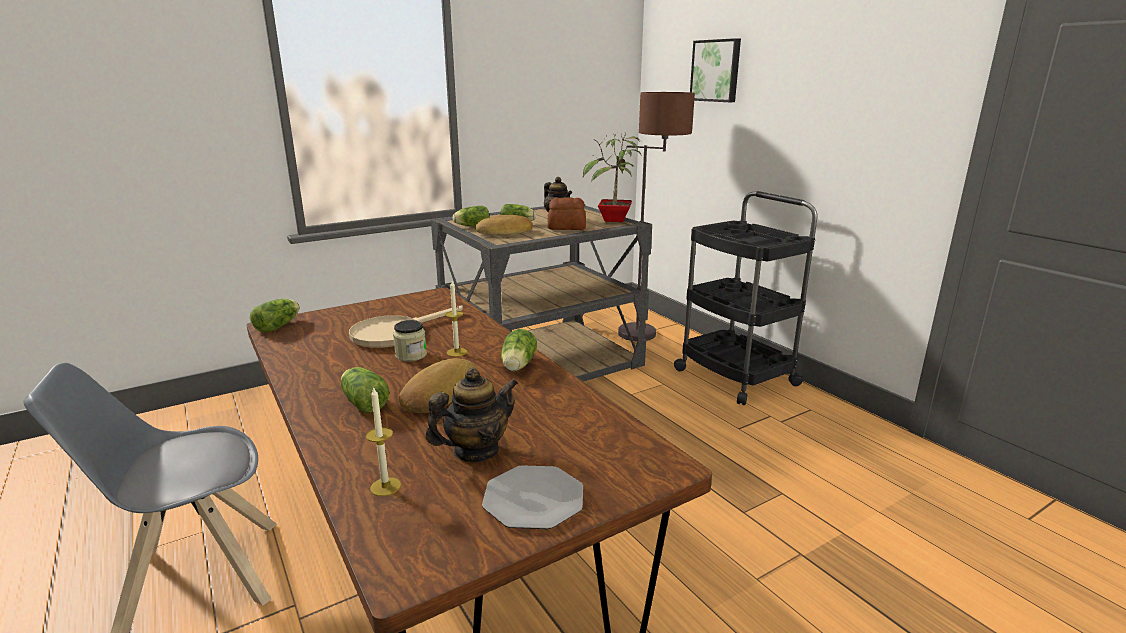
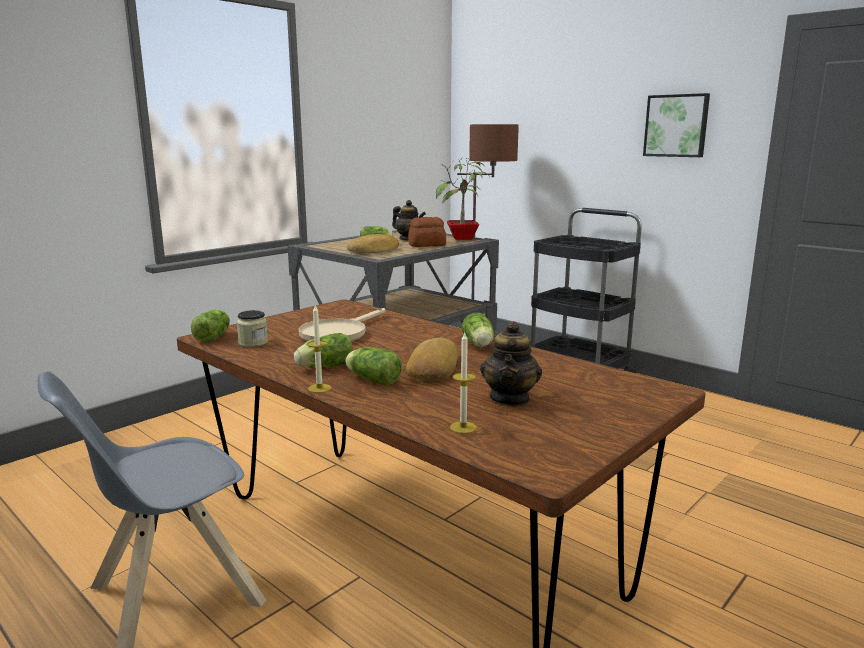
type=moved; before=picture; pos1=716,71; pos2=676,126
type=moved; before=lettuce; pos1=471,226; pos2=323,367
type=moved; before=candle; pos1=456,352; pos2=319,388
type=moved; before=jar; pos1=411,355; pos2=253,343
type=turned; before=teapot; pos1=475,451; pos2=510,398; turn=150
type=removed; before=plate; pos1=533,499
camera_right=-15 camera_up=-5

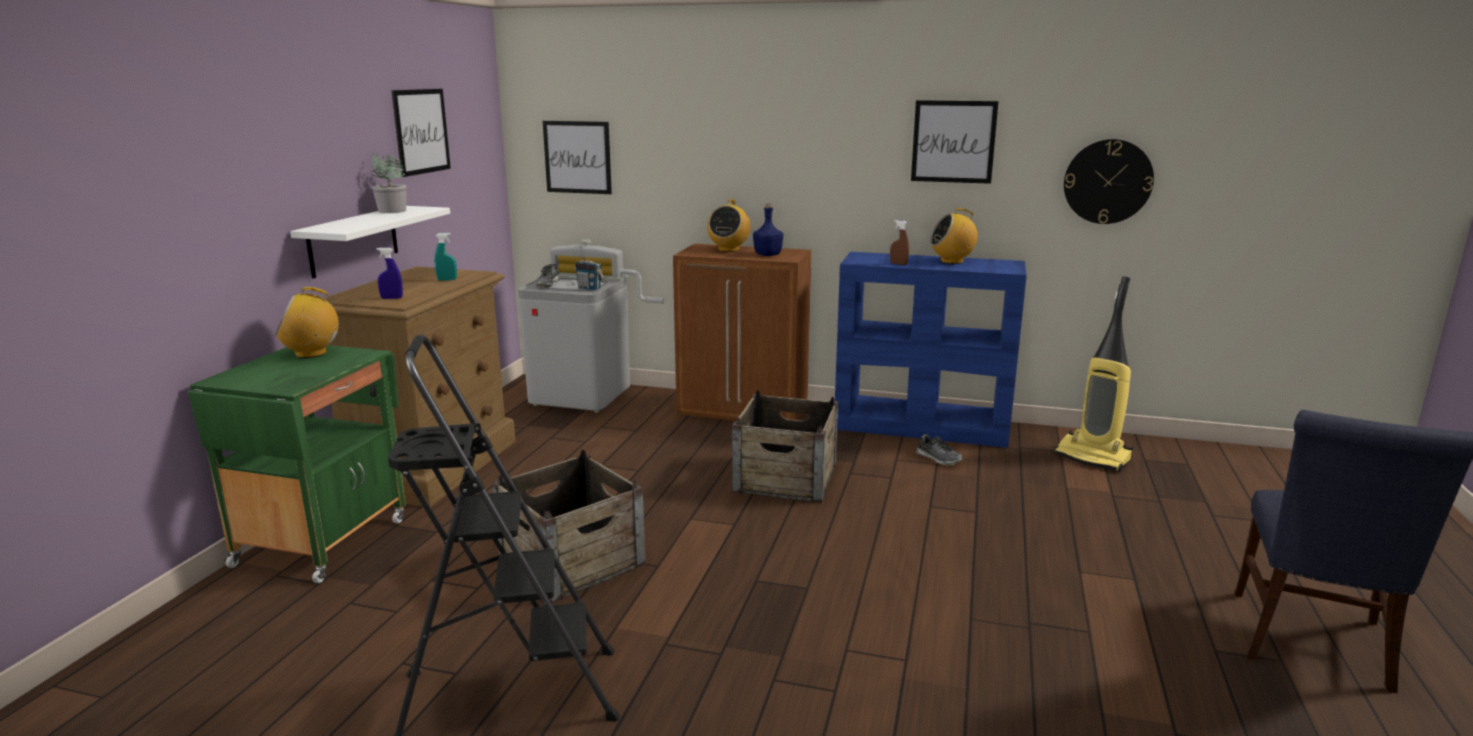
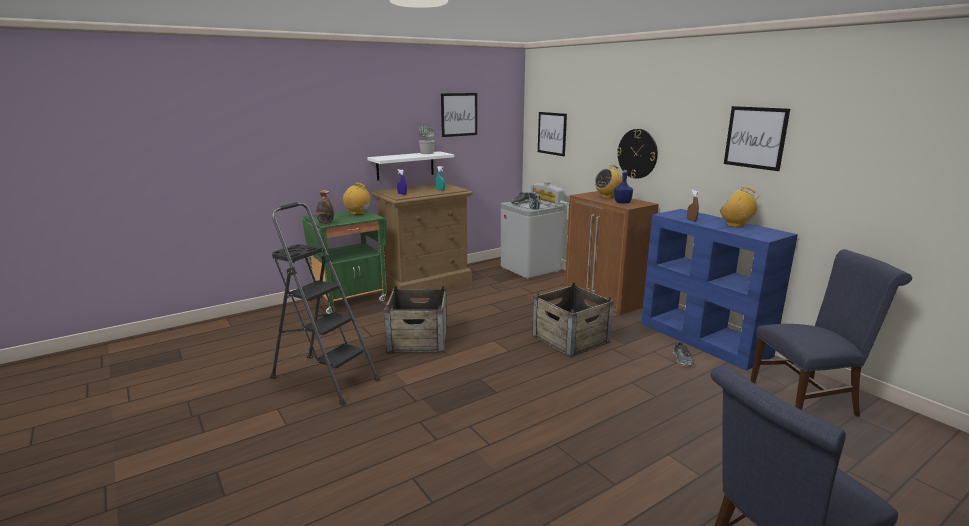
type=moved; before=wall clock; pos1=1107,181; pos2=637,153
type=replaced; before=vacuum cleaner; after=blue chair; pos1=1093,457; pos2=808,399
type=added; after=bottle; pos2=325,223
camera_right=40 camera_up=0

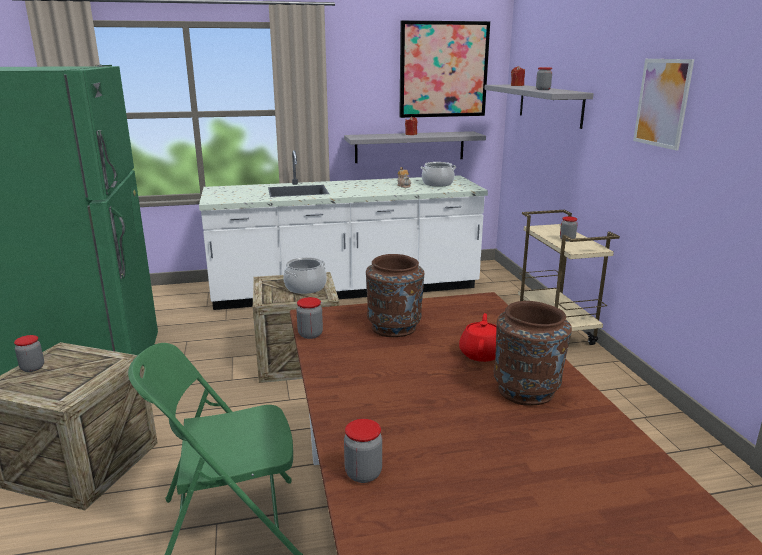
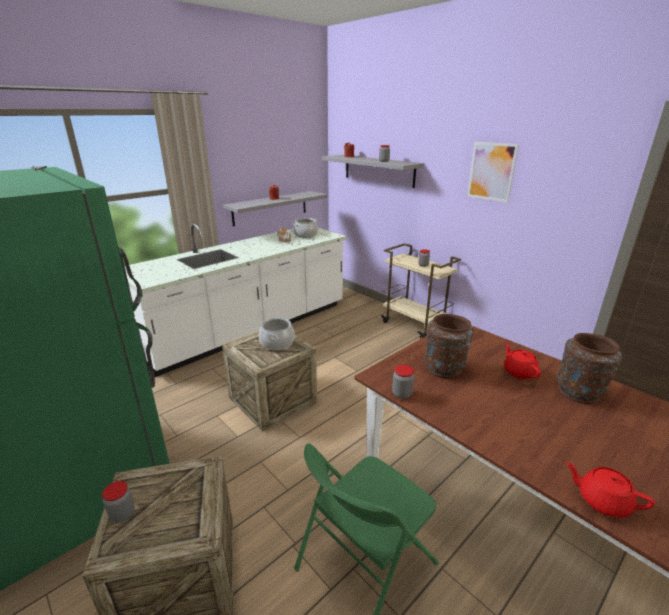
type=removed; before=picture; pos1=443,69
type=replaced; before=jar; after=red teapot; pos1=363,473; pos2=602,501
camera_right=-30 camera_up=5

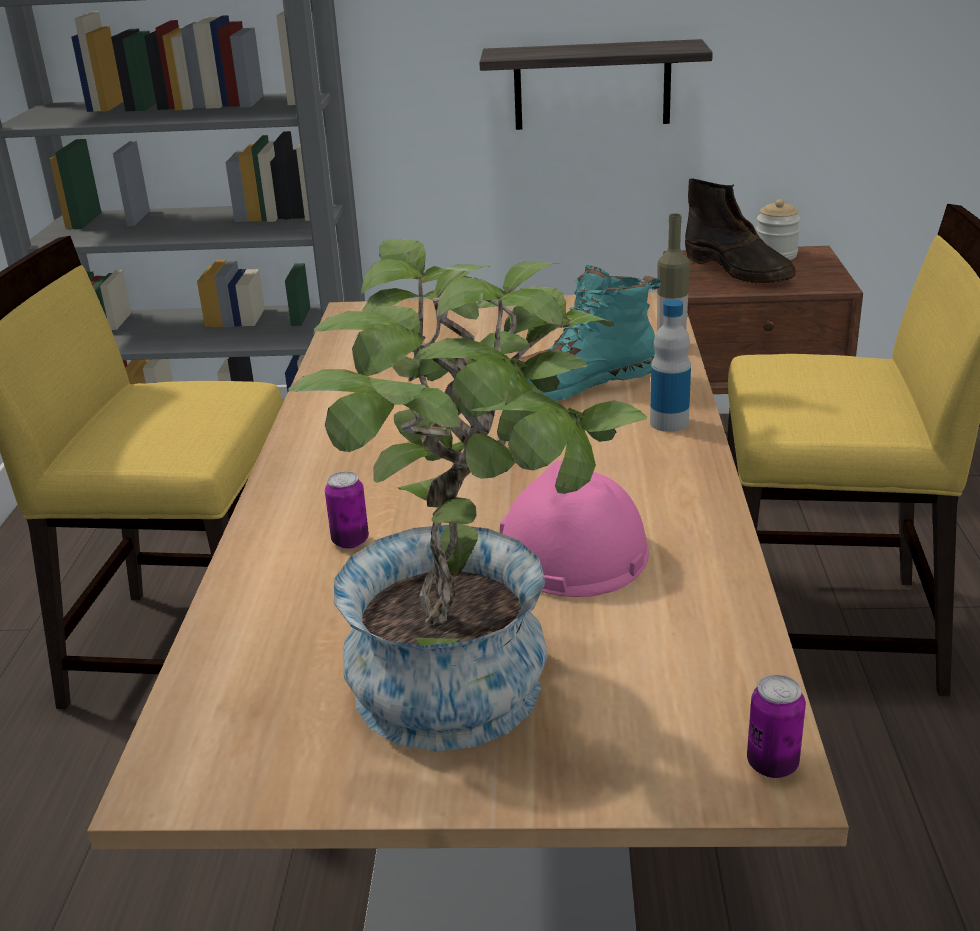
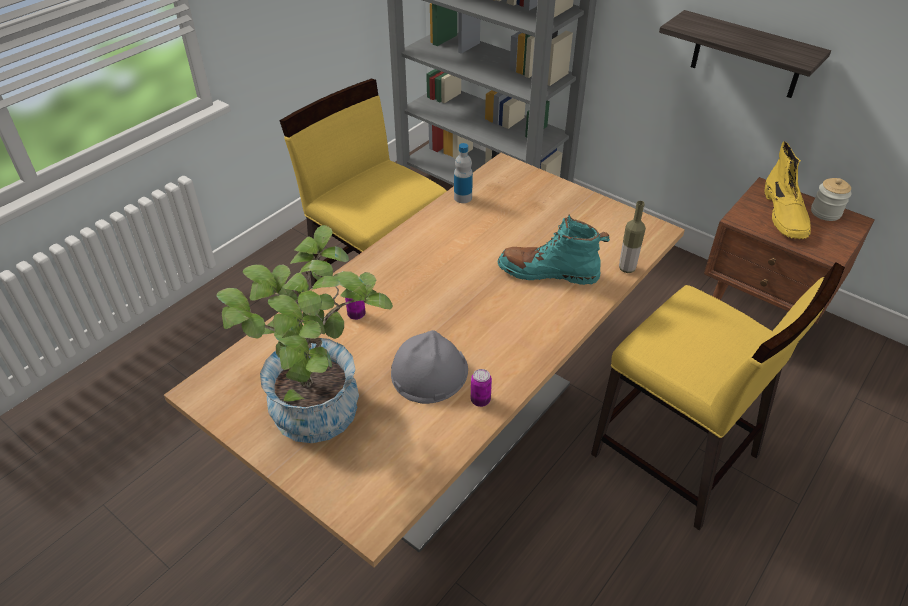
type=recoloured; before=brown boot; after=yellow boot; pos1=738,270; pos2=784,215
type=moved; before=bottle; pos1=669,423; pos2=463,197
type=recoloured; before=pink hard hat; after=grey hard hat; pos1=570,551; pos2=429,372
type=moved; before=can; pos1=772,764; pos2=480,400
camera_right=35 camera_up=15

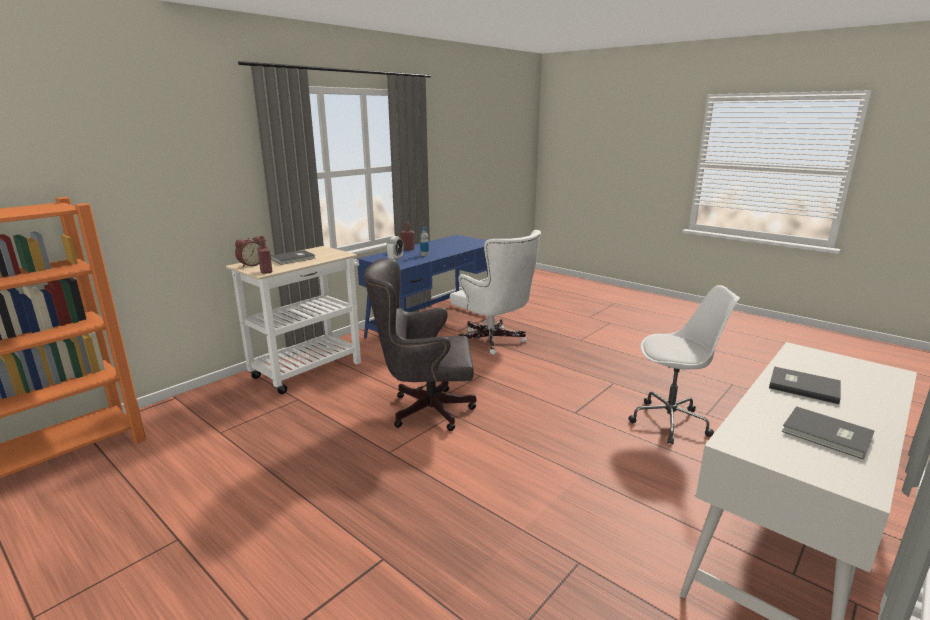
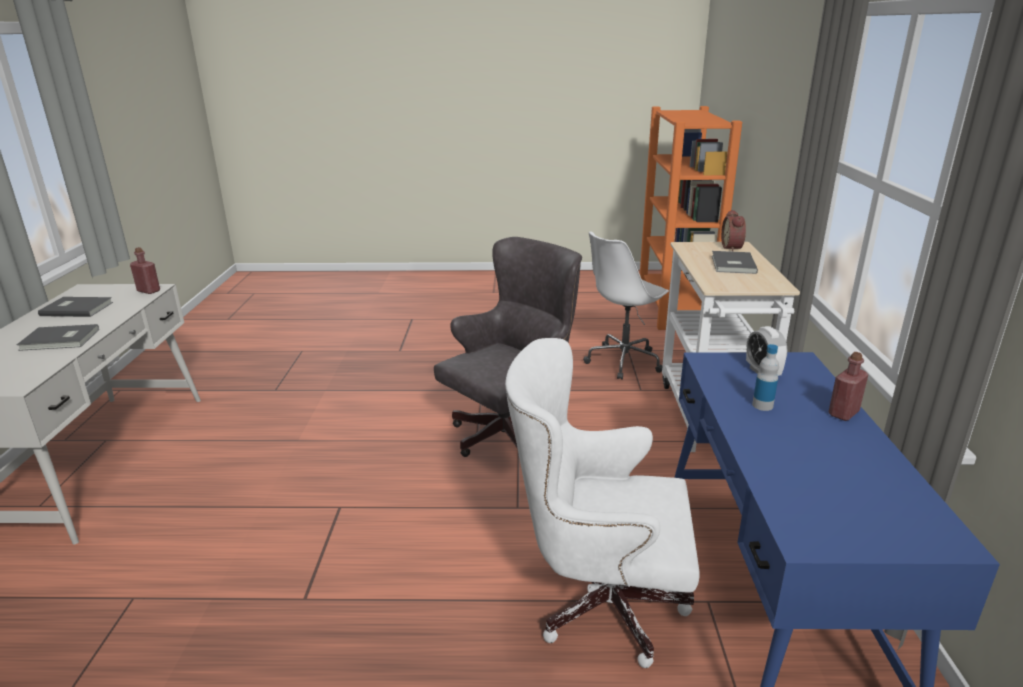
type=moved; before=red bottle; pos1=266,271; pos2=148,291
type=moved; before=white office chair; pos1=671,422; pos2=622,362
camera_right=140 camera_up=5

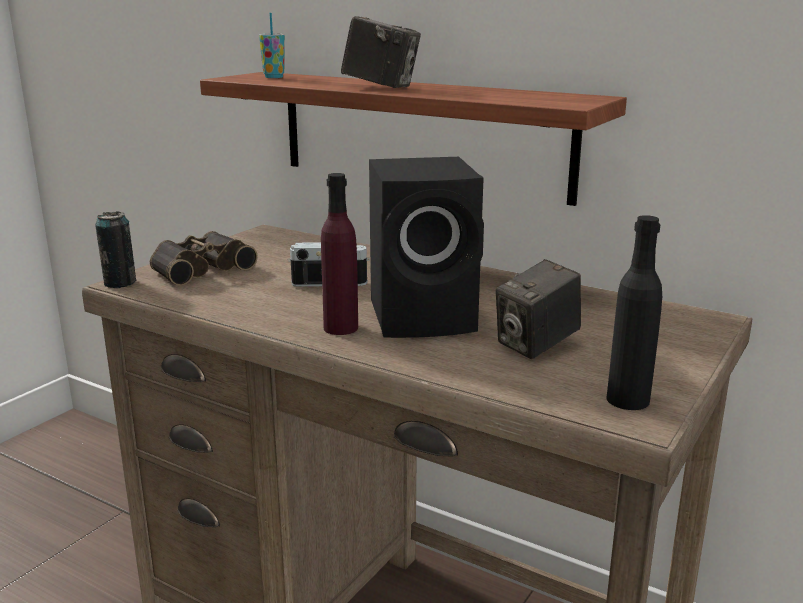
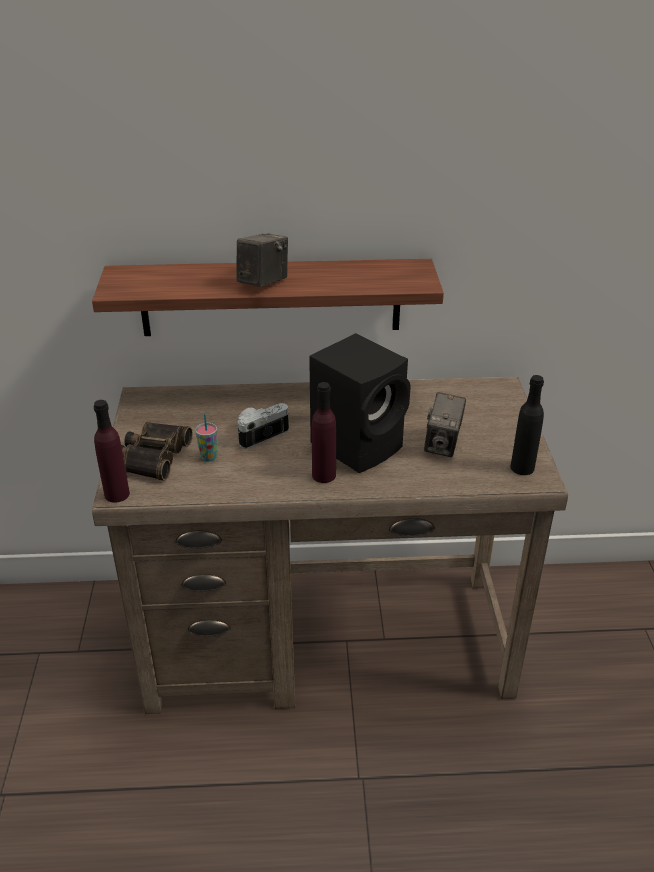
type=moved; before=cup; pos1=274,77; pos2=209,457
type=turned; before=photo camera; pos1=381,87; pos2=263,283; turn=-45
type=replaced; before=can; after=purple bottle; pos1=120,283; pos2=117,494
camera_right=-35 camera_up=15

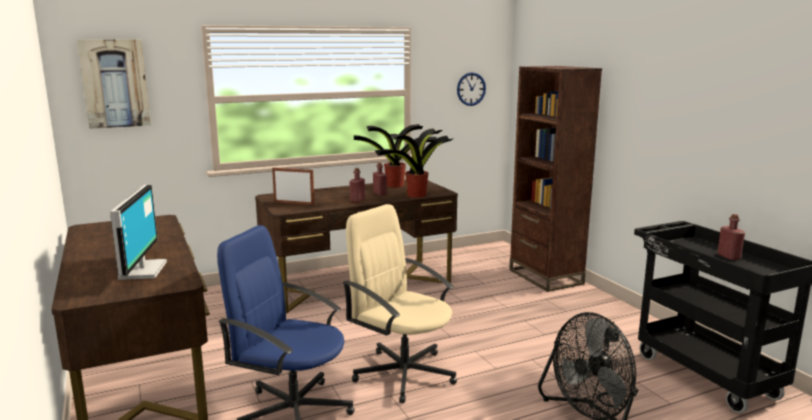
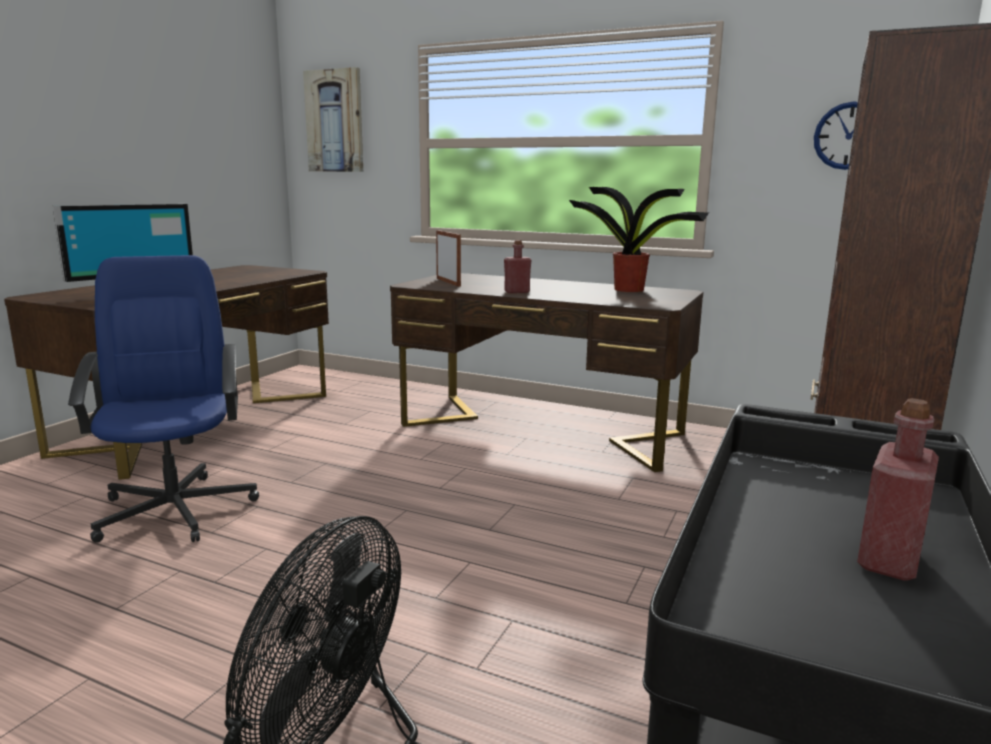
type=removed; before=potted plant; pos1=415,195
type=removed; before=red bottle; pos1=380,193
type=removed; before=beige office chair; pos1=403,373
camera_right=50 camera_up=0

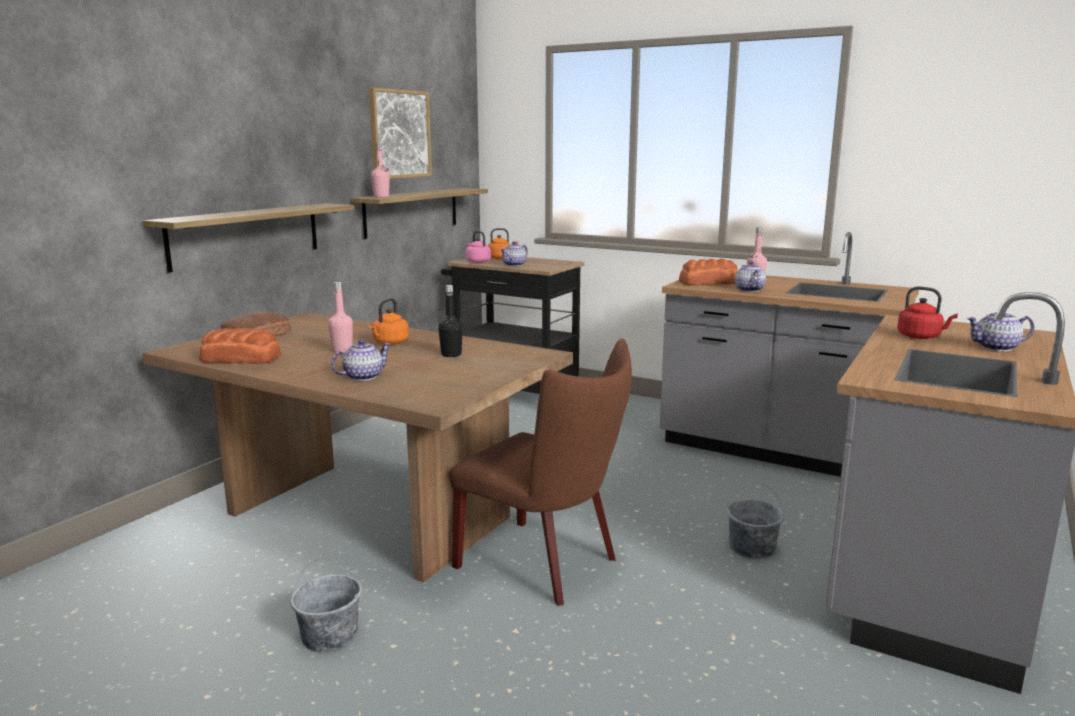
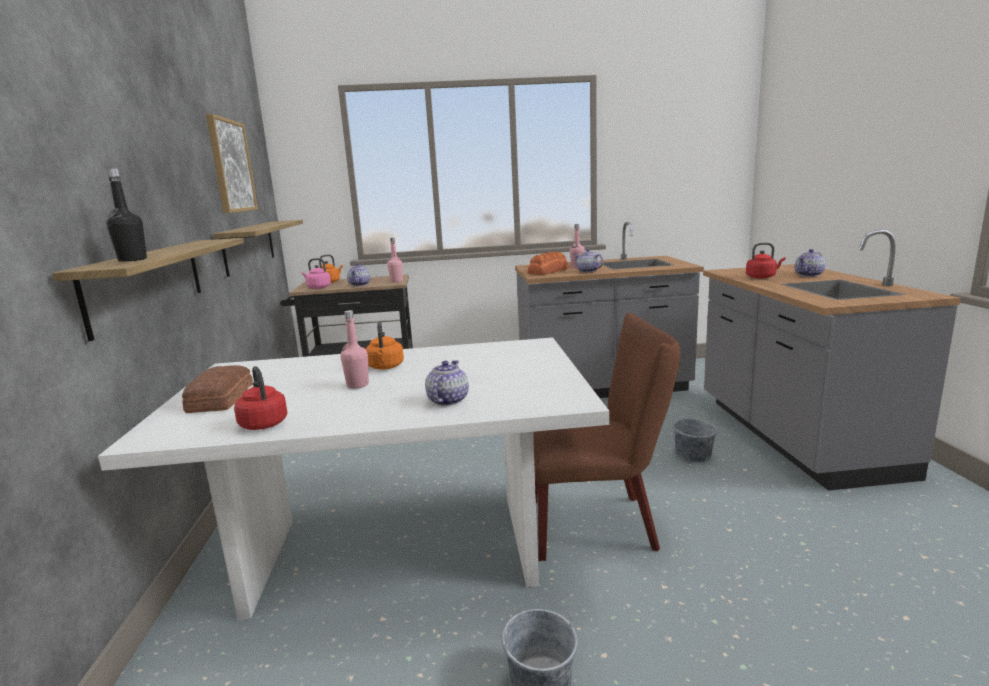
type=moved; before=pink bottle; pos1=381,197; pos2=396,281
type=moved; before=black bottle; pos1=451,355; pos2=132,260
type=recoloured; before=brown dining table; after=white dining table; pos1=366,516; pos2=395,552
type=replaced; before=bread; after=red kettle; pos1=240,358; pos2=263,423
camera_right=-35 camera_up=0

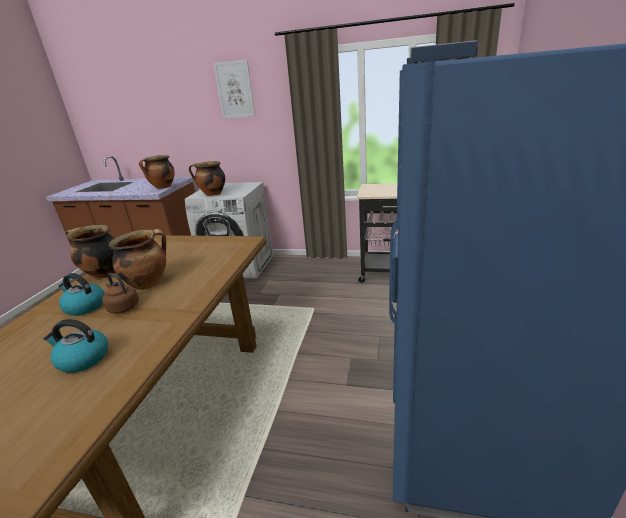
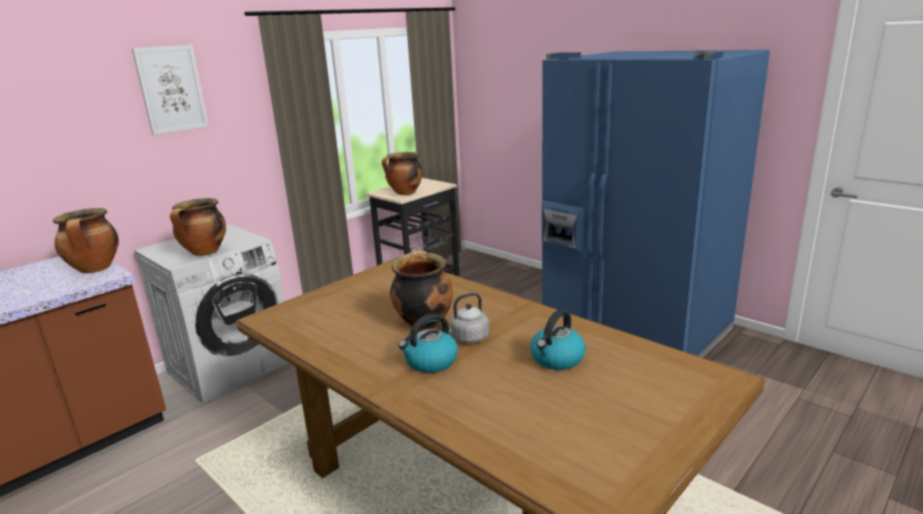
type=moved; before=cooking pot; pos1=103,274; pos2=405,193
type=recoloured; before=brown kettle; after=grey kettle; pos1=123,307; pos2=467,338
camera_right=-60 camera_up=-5

